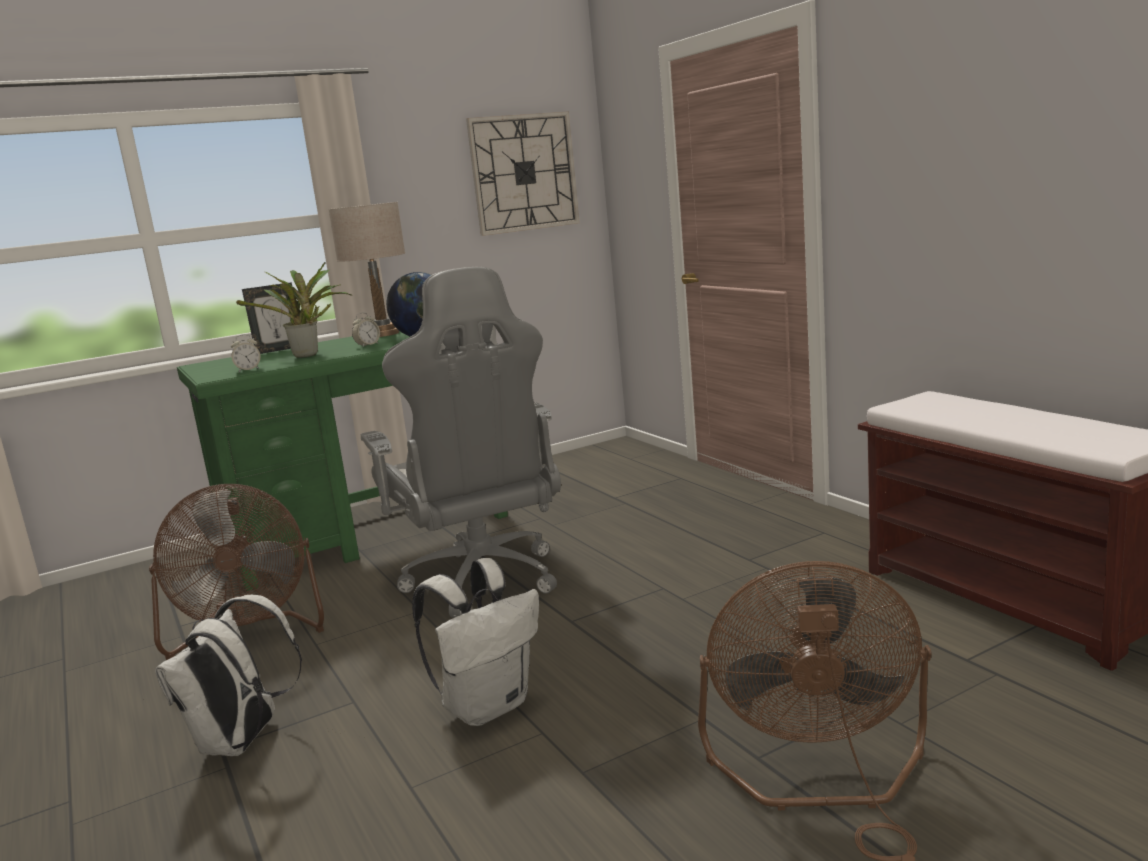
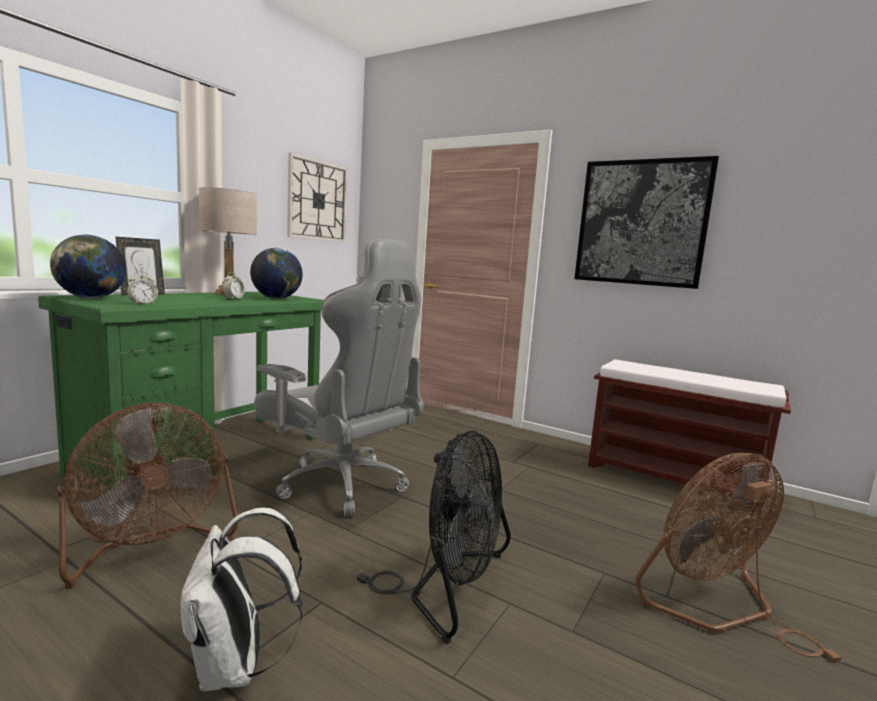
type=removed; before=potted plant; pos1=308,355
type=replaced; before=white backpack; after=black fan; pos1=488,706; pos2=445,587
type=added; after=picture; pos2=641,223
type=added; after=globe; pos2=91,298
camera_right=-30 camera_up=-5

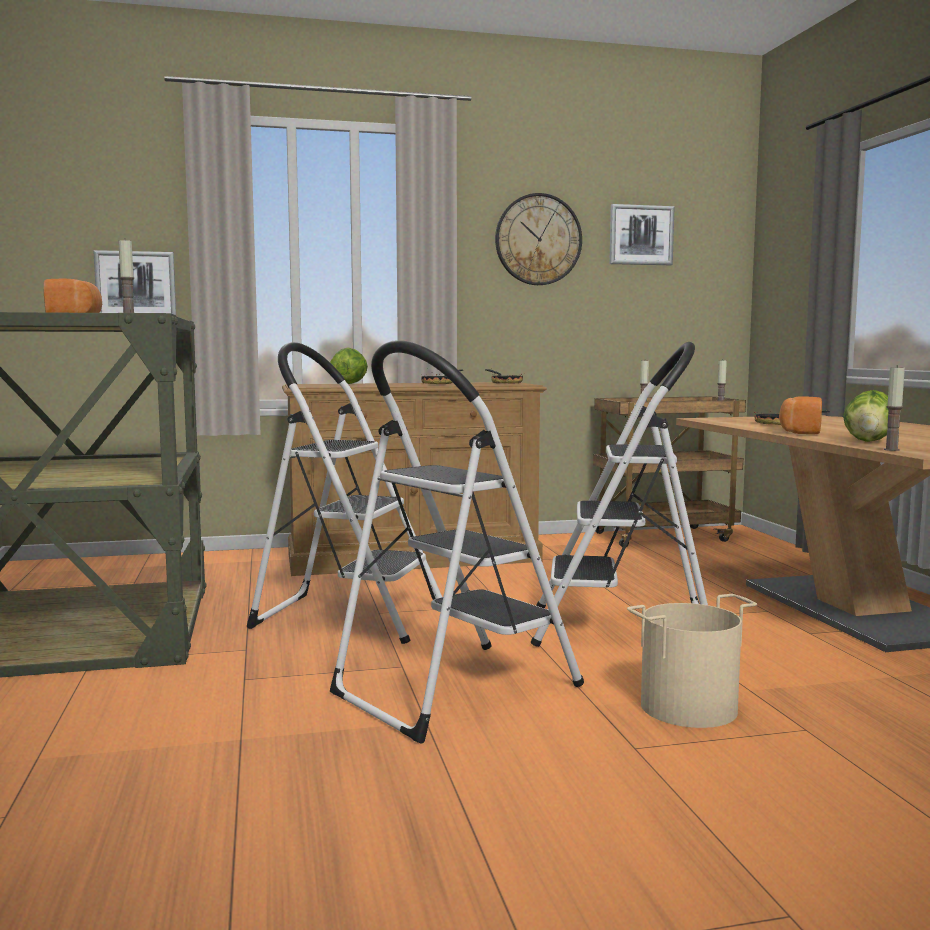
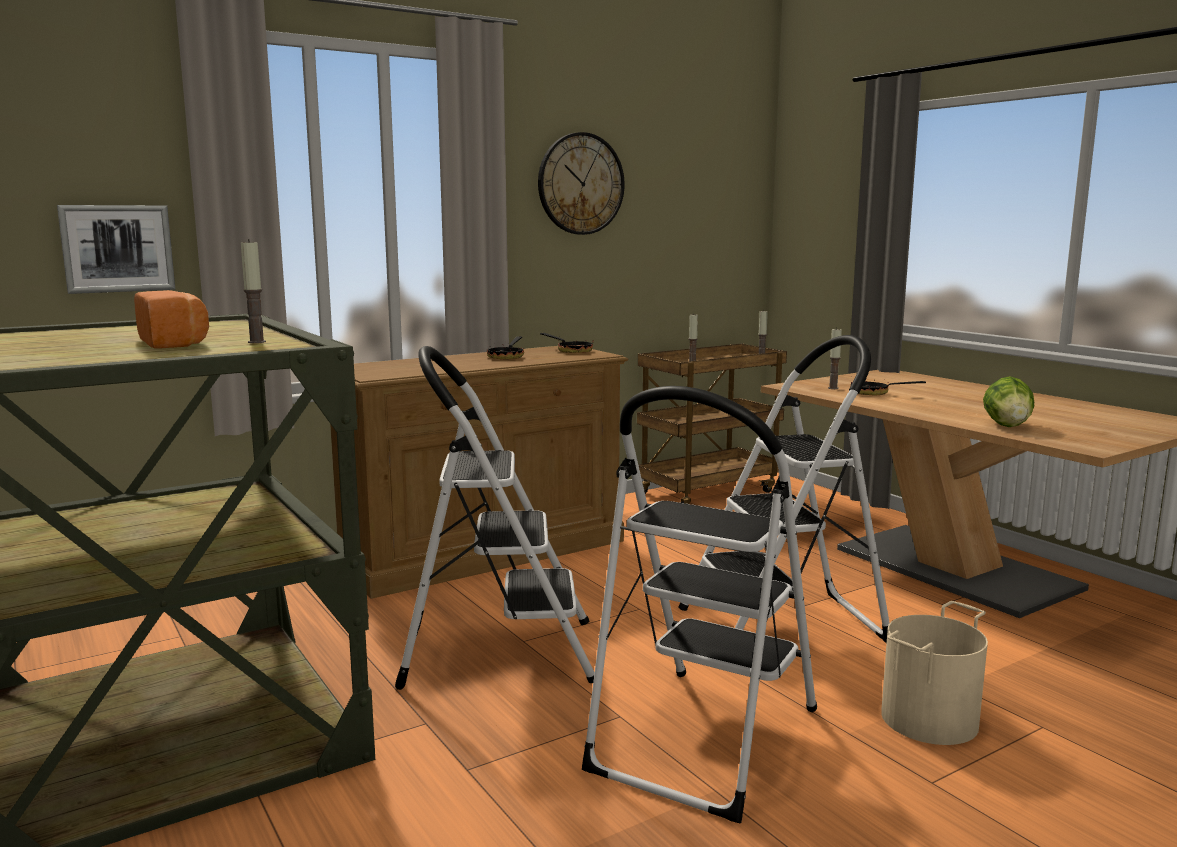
type=removed; before=picture; pos1=641,235
type=removed; before=lettuce; pos1=349,384
type=moved; before=candle; pos1=891,450; pos2=833,388
type=removed; before=bread; pos1=799,431
camera_right=-20 camera_up=5

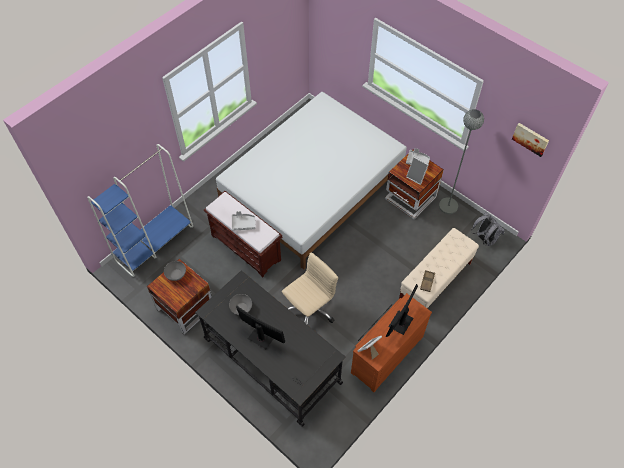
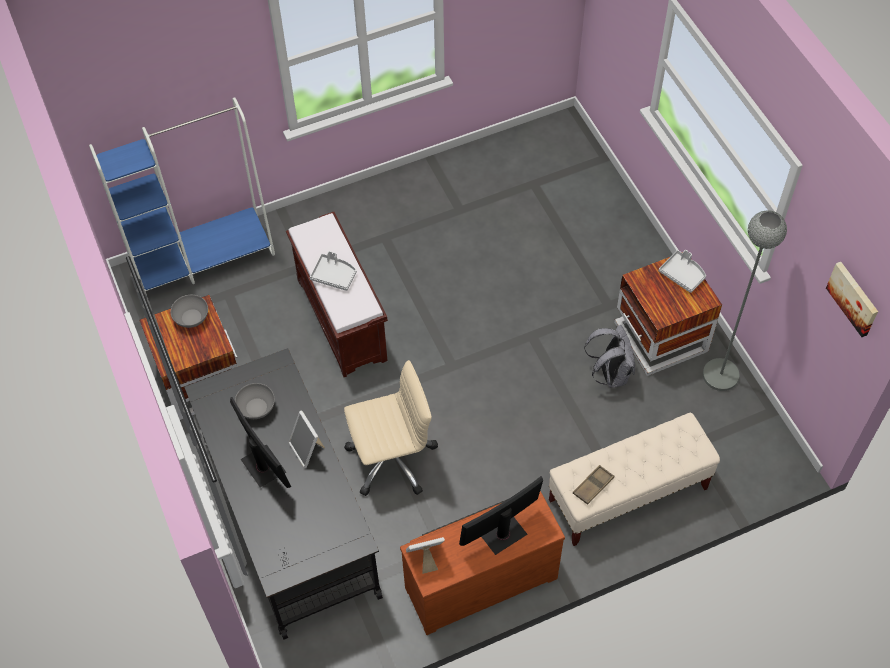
type=removed; before=white bed; pos1=313,188
type=moved; before=picture frame; pos1=416,177; pos2=308,450
type=moved; before=grey backpack; pos1=484,239; pos2=610,374
camera_right=25 camera_up=0

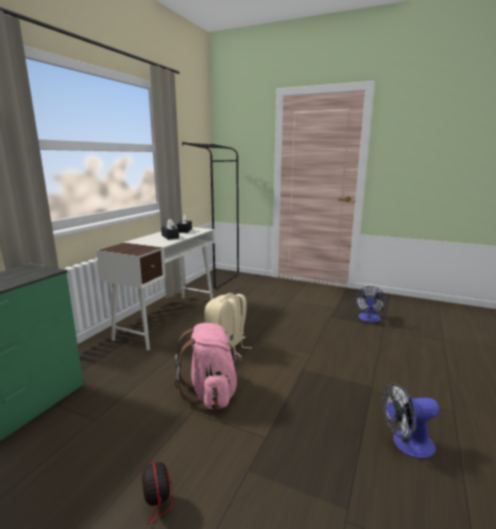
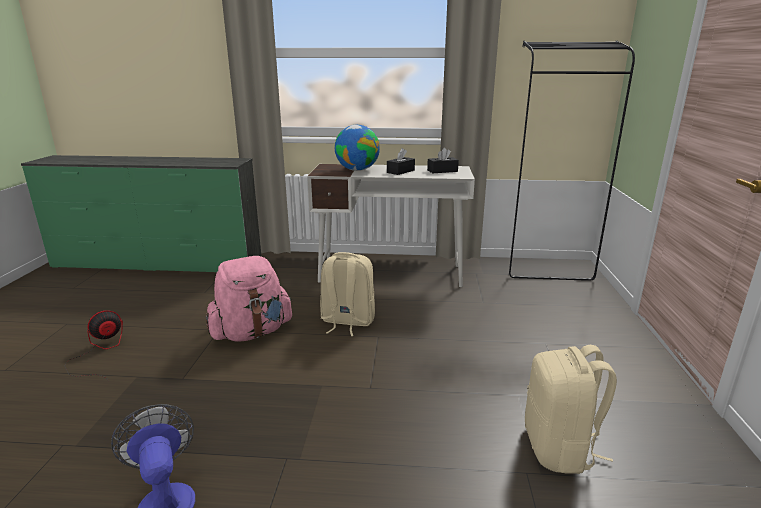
type=replaced; before=fan; after=beige backpack; pos1=369,319; pos2=559,448
type=added; after=globe; pos2=357,170
camera_right=70 camera_up=5

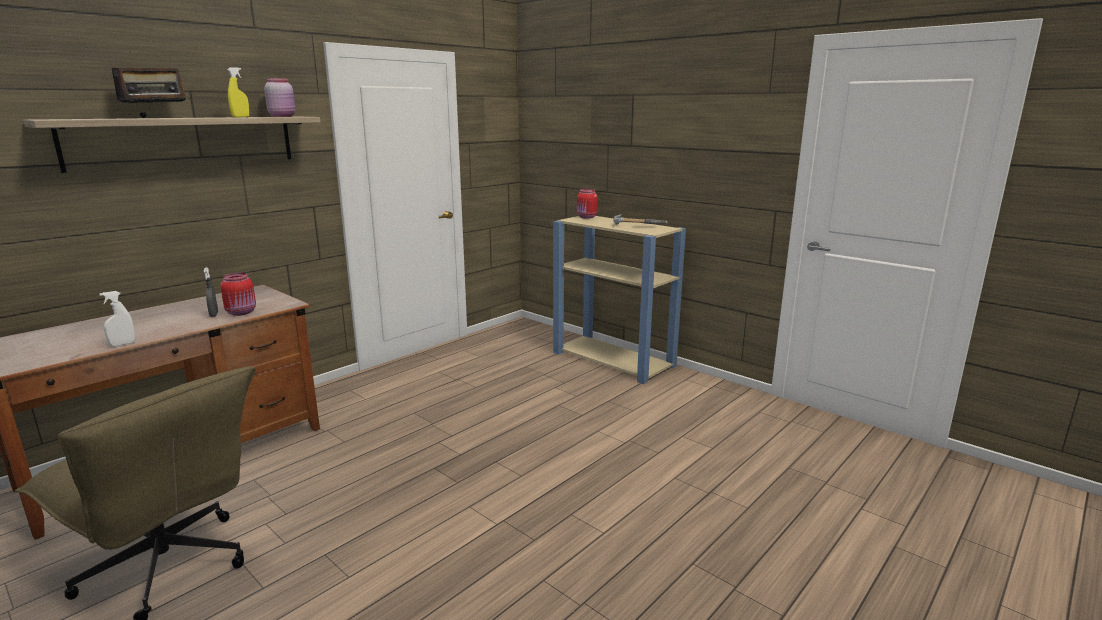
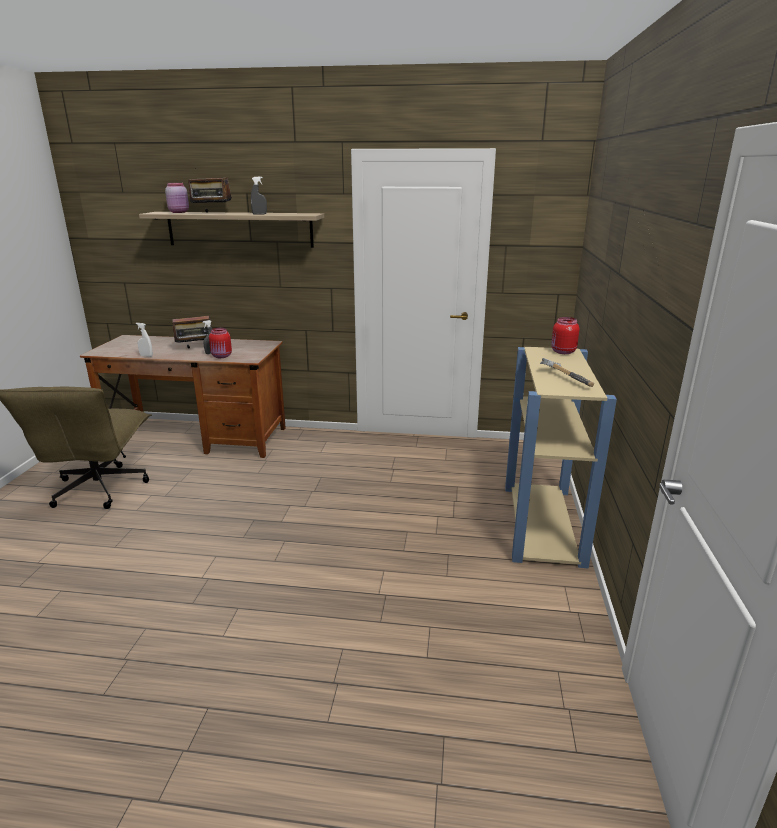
type=recoloured; before=yellow spray bottle; after=grey spray bottle; pos1=240,117; pos2=259,214
type=moved; before=pink jar; pos1=283,116; pos2=179,212
type=added; after=radio; pos2=195,349
camera_right=55 camera_up=5

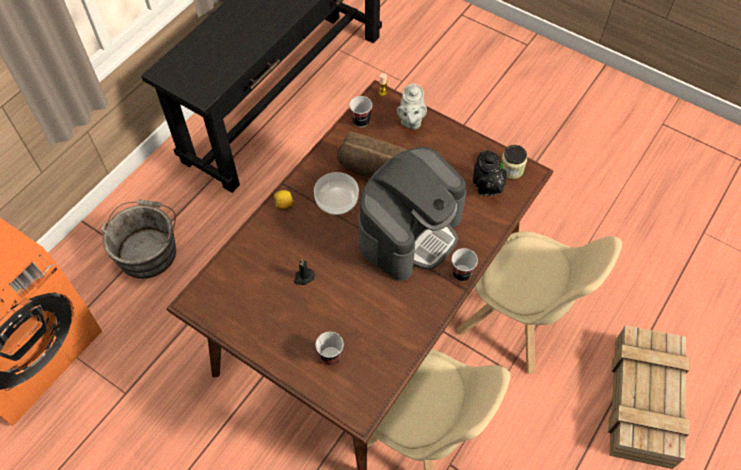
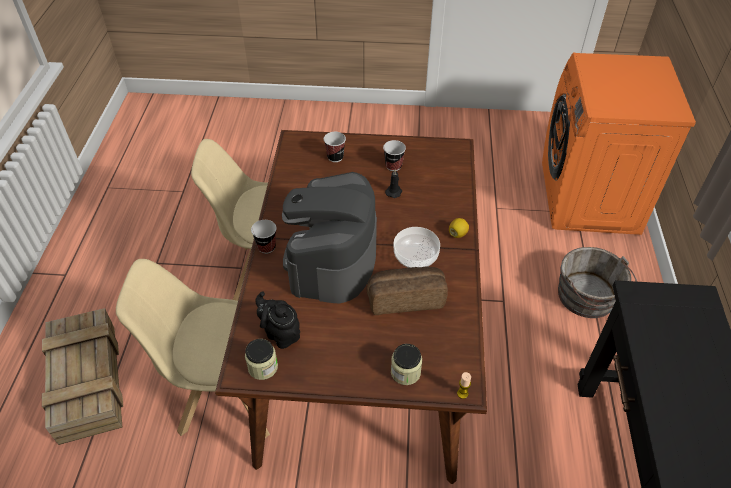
type=replaced; before=grey teapot; after=jar; pos1=411,121; pos2=405,372
type=moved; before=cup; pos1=361,121; pos2=393,166
camera_right=150 camera_up=-10

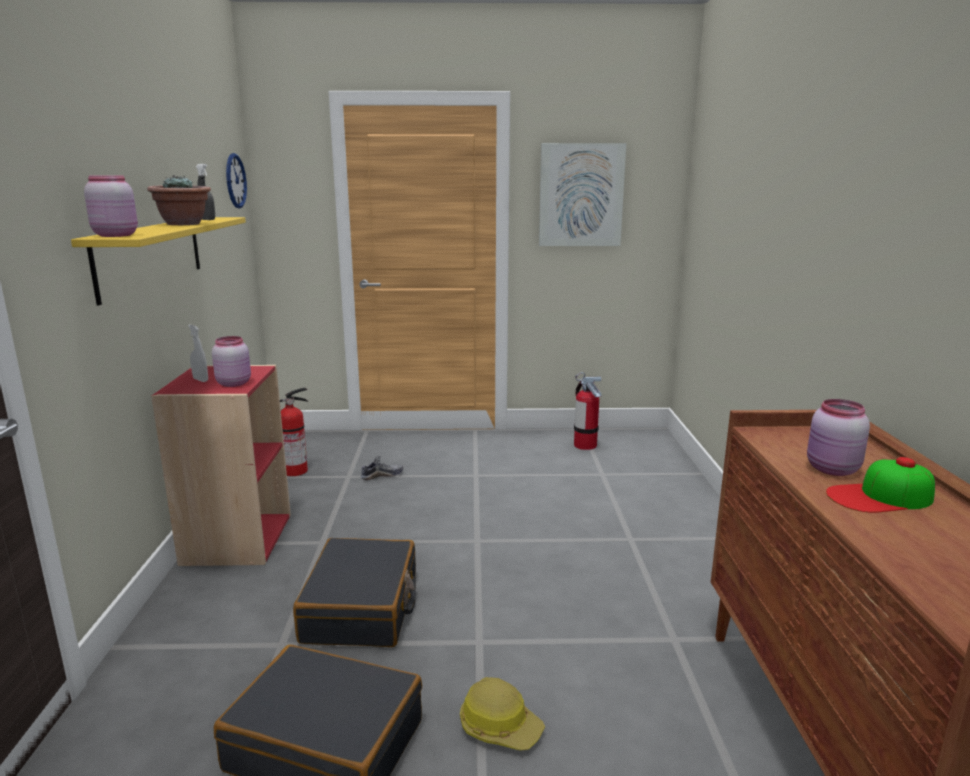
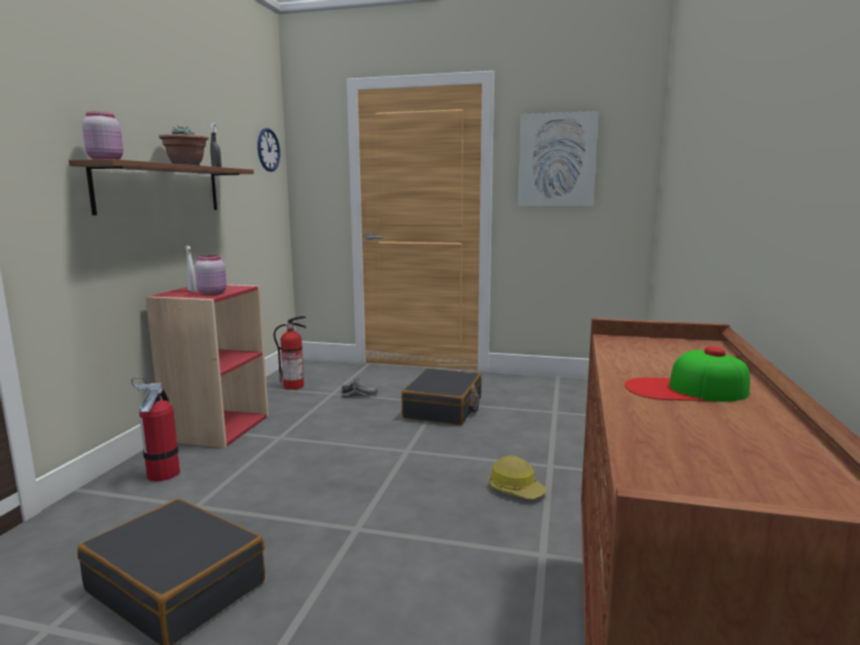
type=recoloured; before=yellow shelf; after=brown shelf; pos1=151,255; pos2=160,189
type=moved; before=fire extinguisher; pos1=584,445; pos2=163,473
type=removed; before=pink jar; pos1=831,469
type=moved; before=black suitcase; pos1=362,608; pos2=443,408
type=moved; before=hard hat; pos1=500,726; pos2=516,489
camera_right=15 camera_up=-5

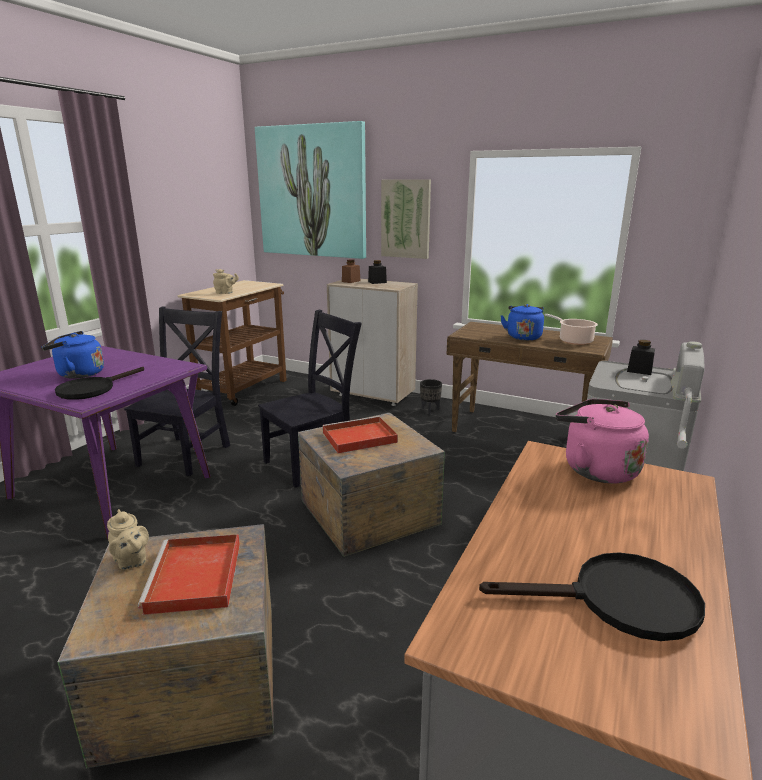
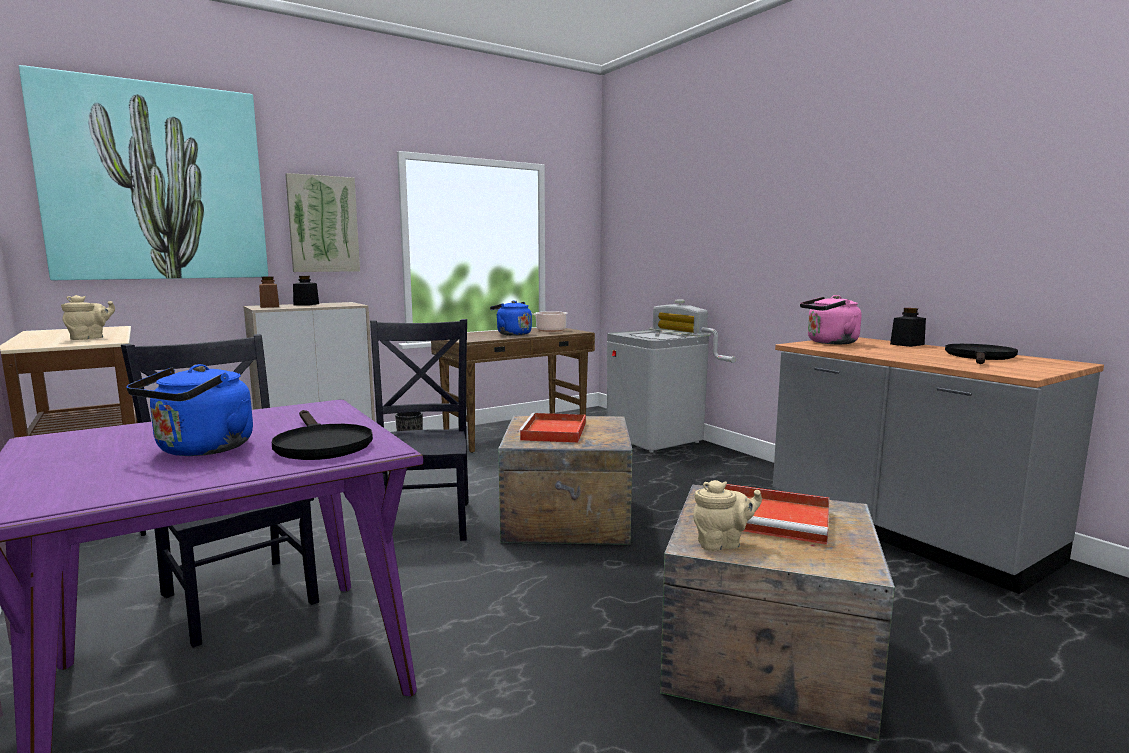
type=moved; before=black jar; pos1=639,371; pos2=907,344
camera_right=-60 camera_up=-10

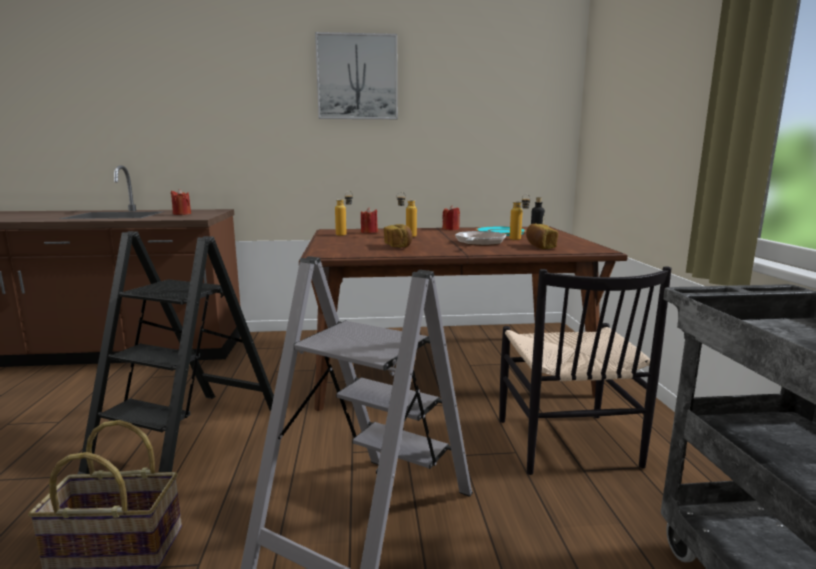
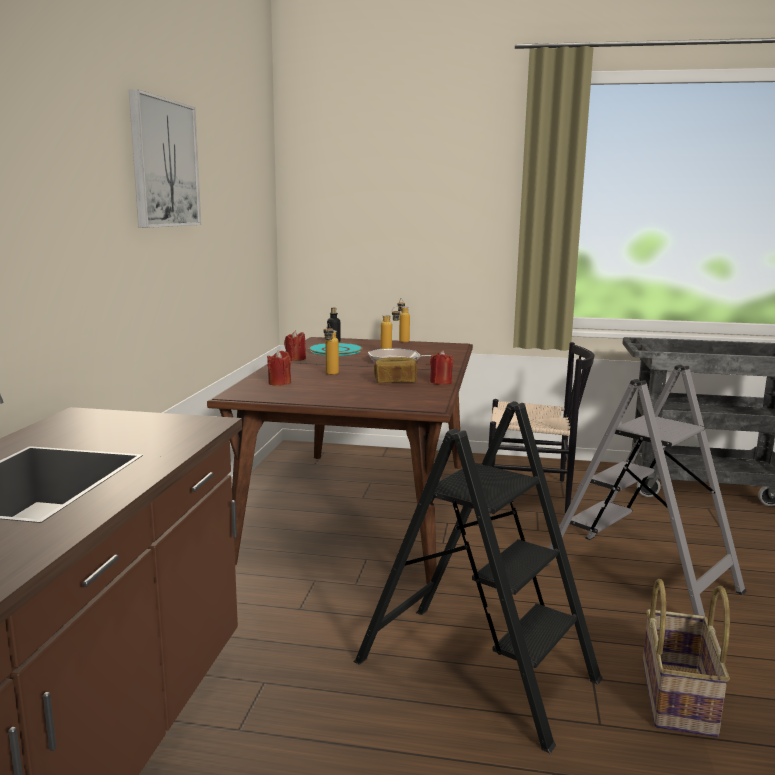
type=moved; before=red candle; pos1=182,214; pos2=440,382
type=moved; before=bottle; pos1=345,234; pos2=402,341
type=removed; before=bread; pos1=539,246
camera_right=-75 camera_up=0

